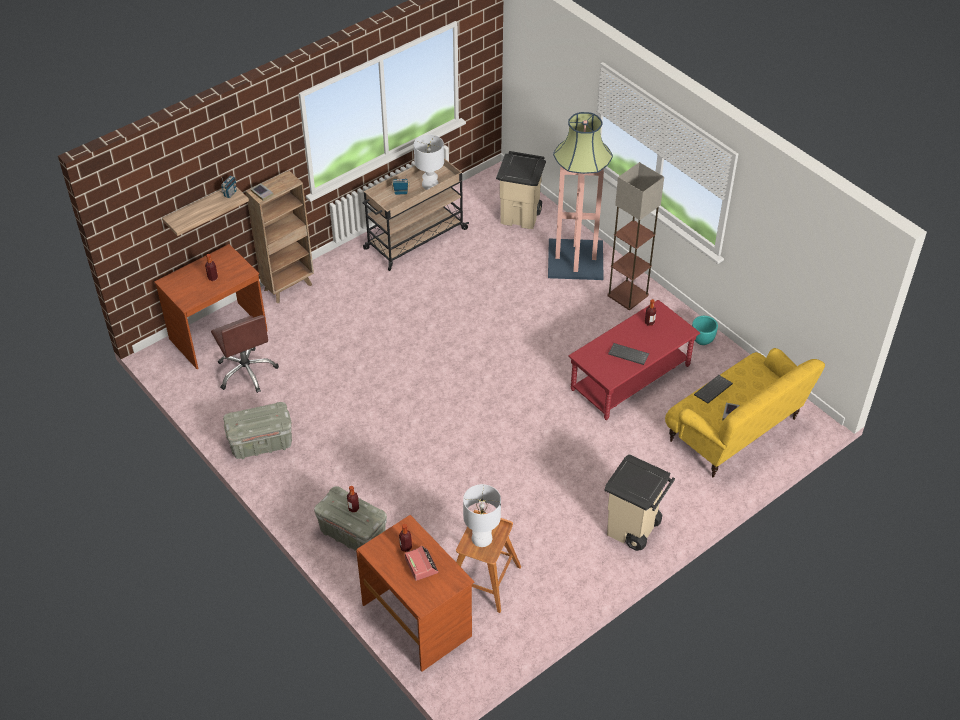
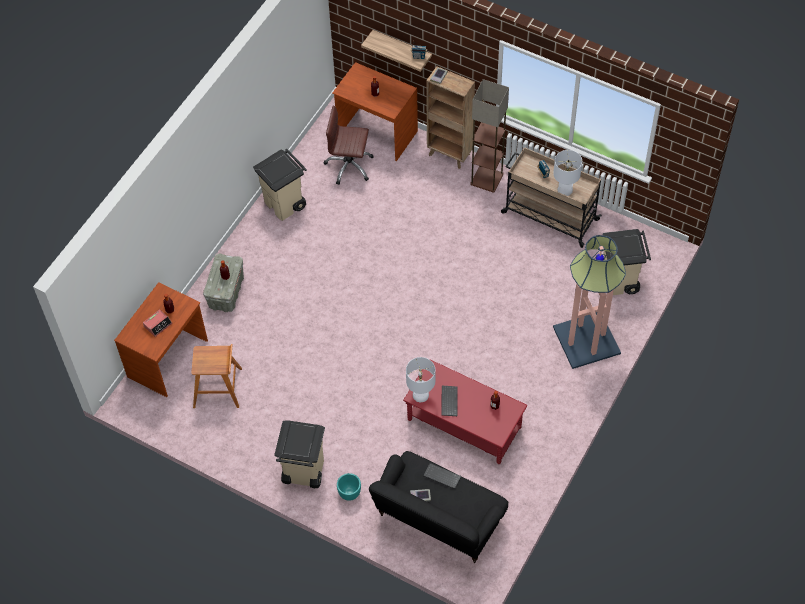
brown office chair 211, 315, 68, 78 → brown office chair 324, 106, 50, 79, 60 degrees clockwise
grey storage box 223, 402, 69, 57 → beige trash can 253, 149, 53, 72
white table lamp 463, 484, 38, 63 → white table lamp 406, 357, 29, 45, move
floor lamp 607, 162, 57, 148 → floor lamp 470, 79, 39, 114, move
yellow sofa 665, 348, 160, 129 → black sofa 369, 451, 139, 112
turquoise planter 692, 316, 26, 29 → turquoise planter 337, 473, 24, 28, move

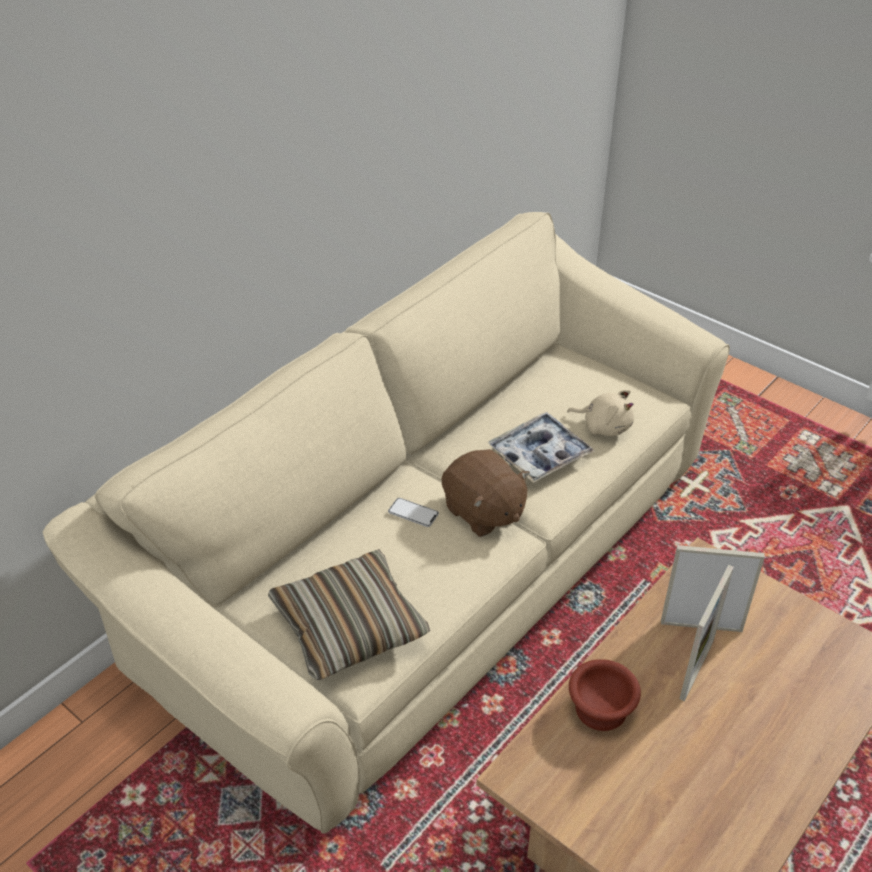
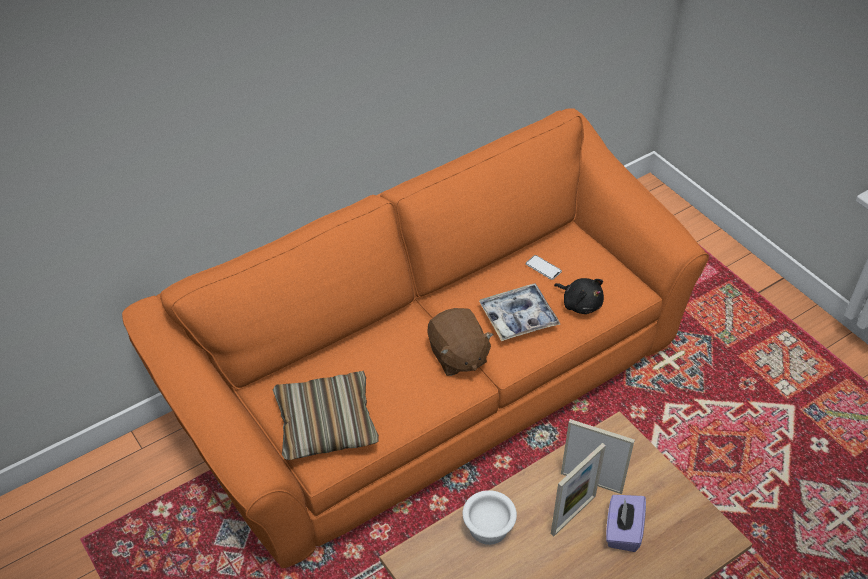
beige sofa 42, 212, 688, 622 → orange sofa 122, 108, 587, 461
phone 388, 498, 51, 29 → phone 526, 255, 36, 25, move
beige plush toy 567, 390, 67, 46 → black plush toy 554, 278, 50, 36
brown bowl 569, 659, 72, 72 → white bowl 463, 490, 54, 55
- → purple tissue box 606, 495, 40, 57

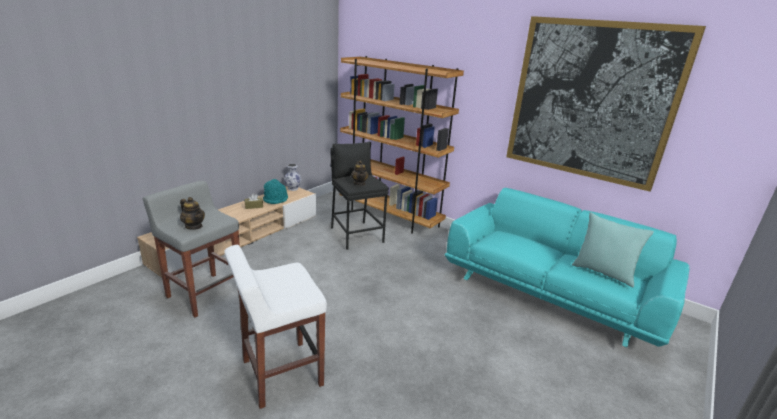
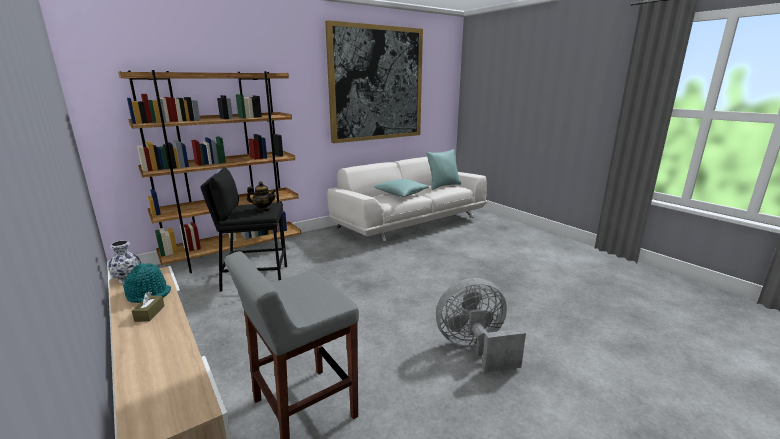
teapot 180, 197, 25, 33 → -
white stool 224, 245, 103, 164 → grey fan 436, 278, 90, 95
turquoise sofa 444, 188, 246, 159 → white sofa 327, 157, 160, 84
- → turquoise pillow 374, 179, 55, 18

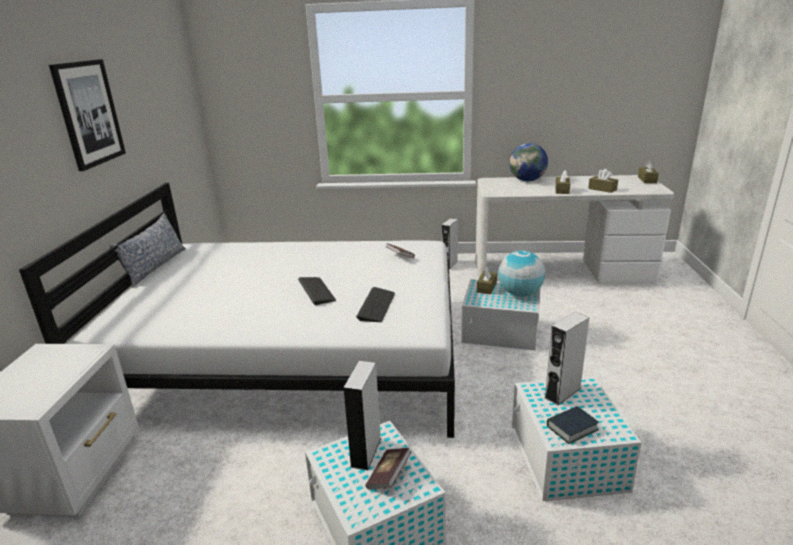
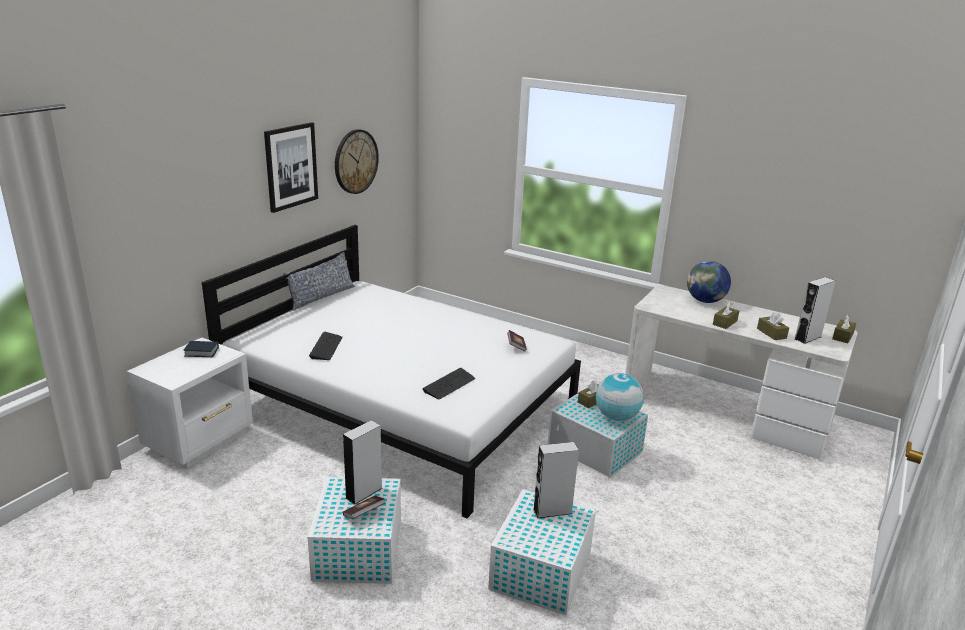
keyboard 298, 277, 38, 28 → keyboard 309, 332, 33, 28, move
grey speaker 441, 218, 17, 52 → grey speaker 795, 277, 41, 67, move
book 547, 406, 52, 38 → book 184, 341, 35, 16, move
- → wall clock 335, 129, 44, 65

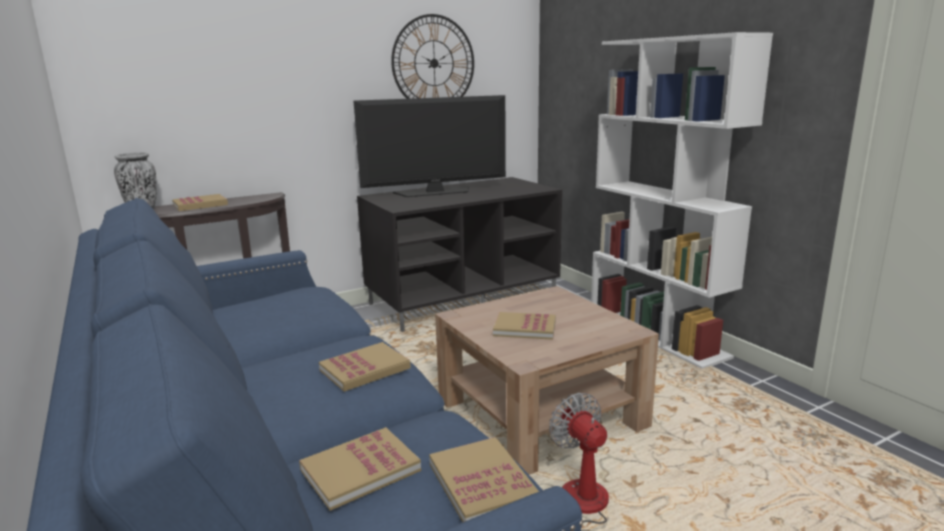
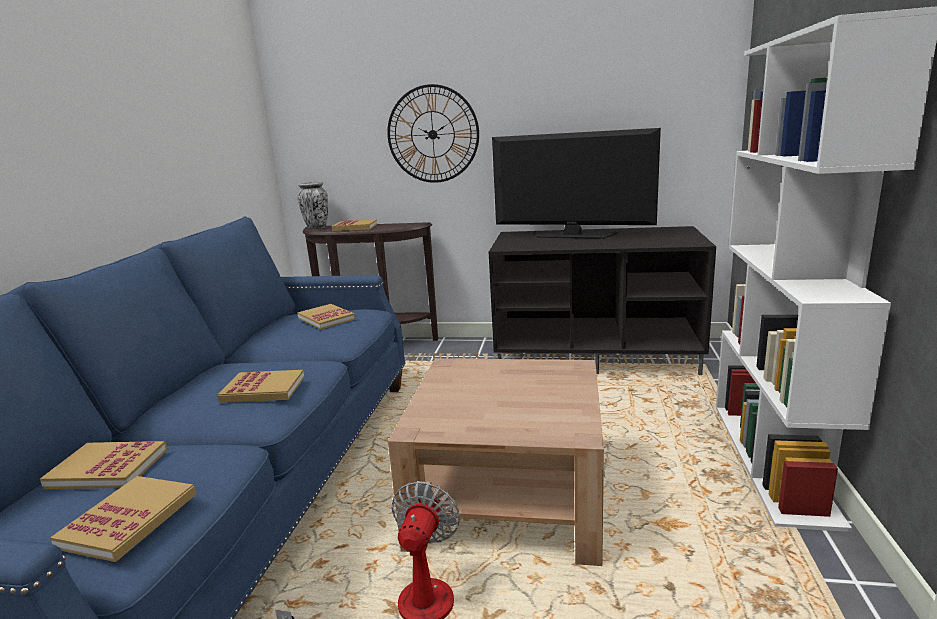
wall clock 391, 14, 83, 85 → wall clock 387, 84, 92, 99, move
book 493, 312, 63, 28 → book 297, 304, 59, 26, move

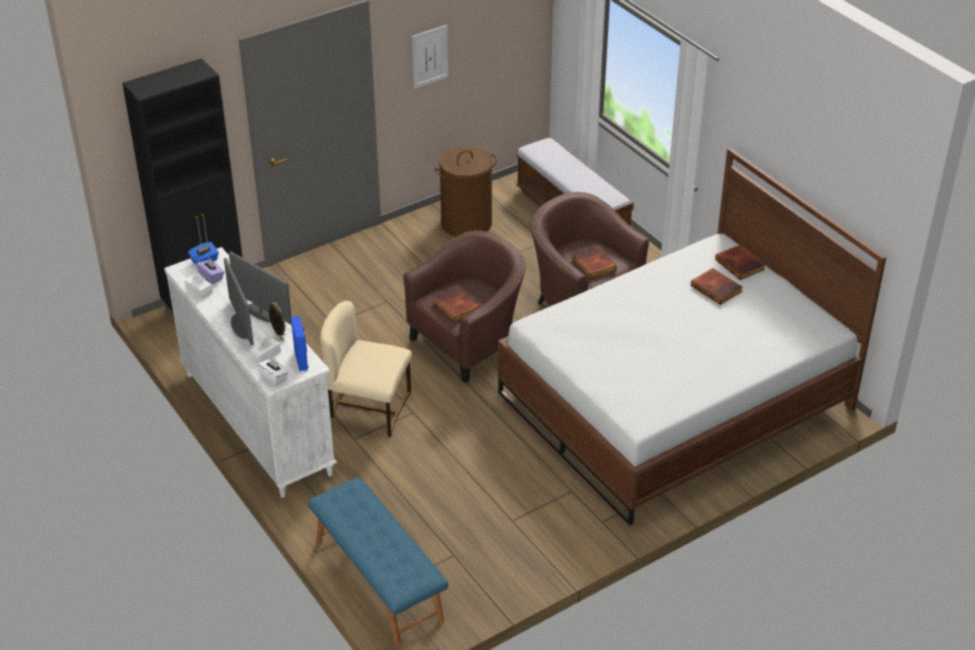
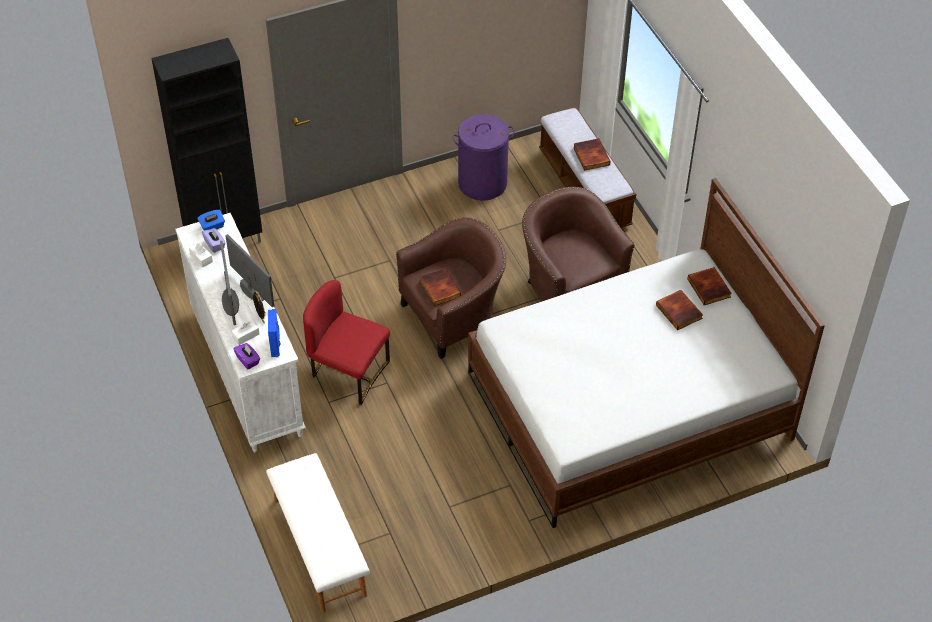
white tissue box 257, 357, 32, 29 → purple tissue box 233, 343, 27, 27
blue bench 307, 477, 141, 169 → white bench 266, 453, 104, 160
beige chair 320, 301, 92, 136 → red chair 303, 280, 87, 125
picture 412, 25, 36, 64 → -
brown laundry basket 434, 146, 63, 91 → purple laundry basket 452, 114, 62, 87
book 571, 245, 46, 34 → book 573, 138, 37, 33, move

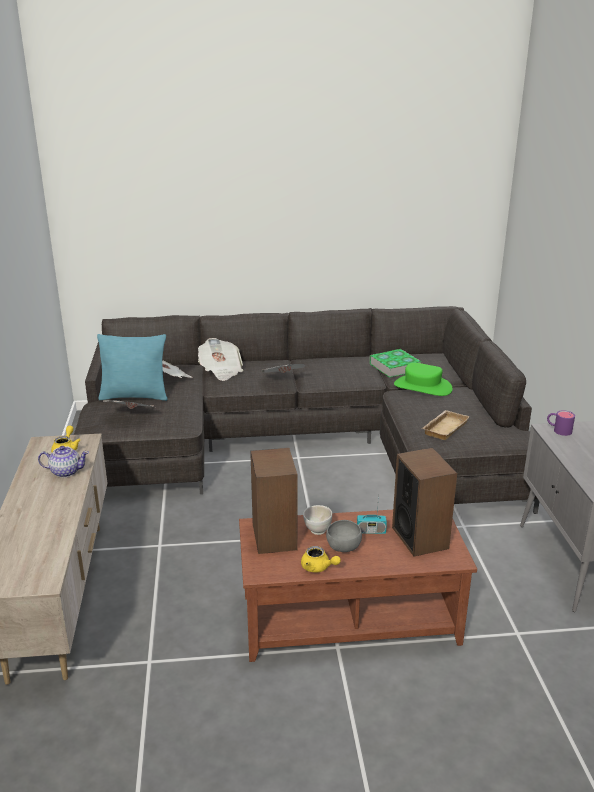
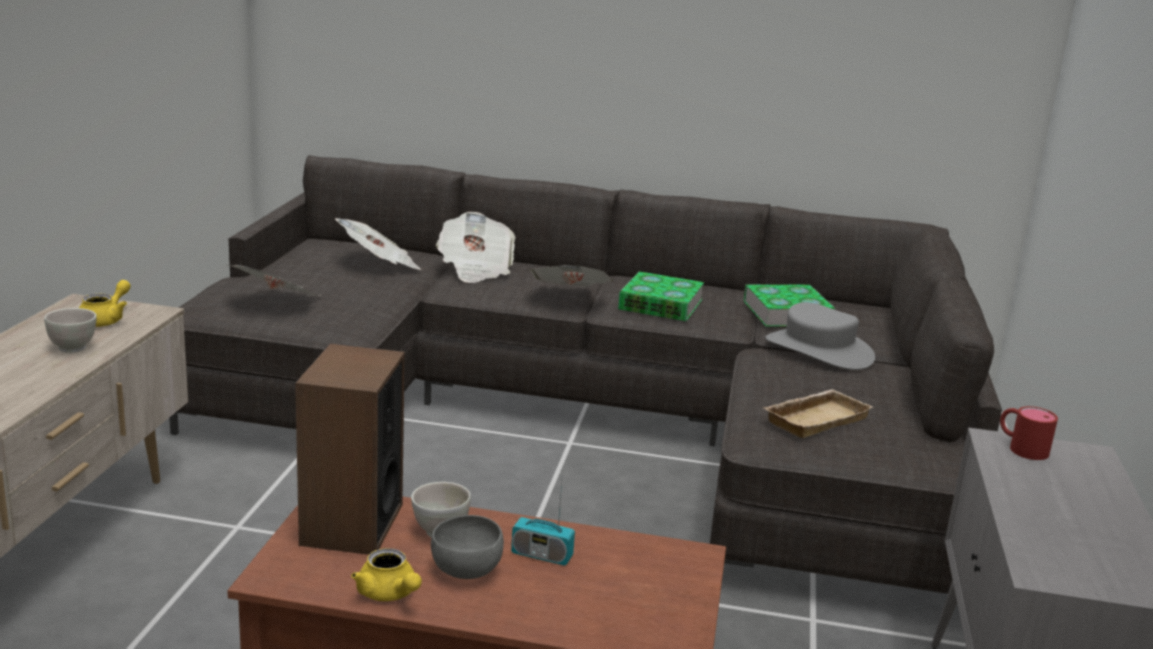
teapot 38, 446, 51, 32 → white bowl 44, 308, 53, 45
turquoise pillow 97, 334, 70, 67 → -
speaker 392, 448, 65, 108 → -
green hat 394, 363, 59, 33 → grey hat 766, 302, 109, 68
purple mug 547, 410, 28, 26 → red mug 1000, 406, 58, 54
- → book 618, 271, 86, 50

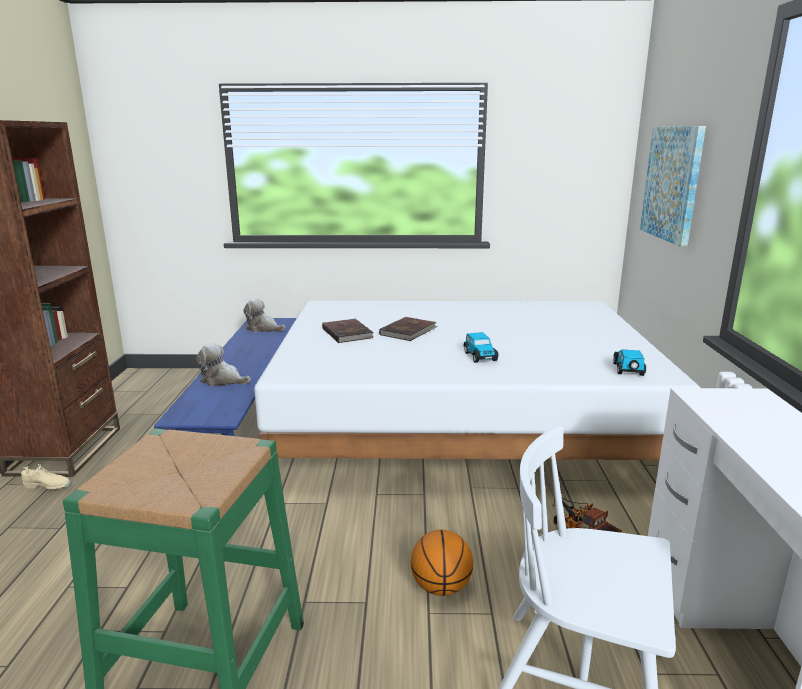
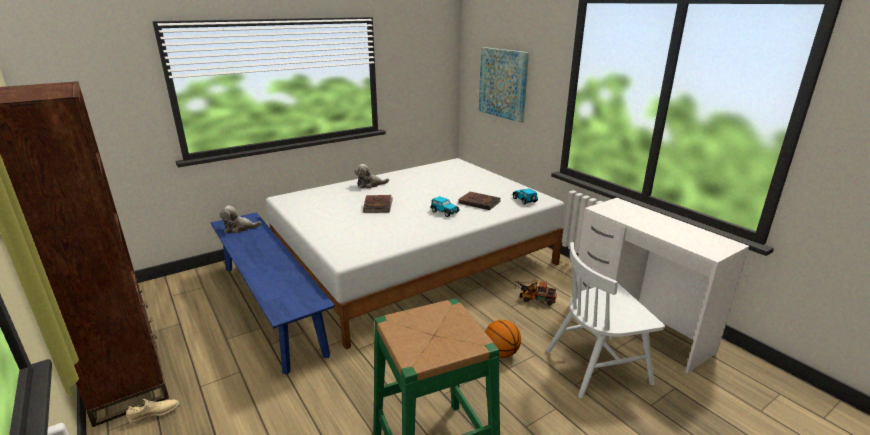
plush toy 196, 343, 55, 43 → plush toy 355, 164, 34, 24, move
brown book 322, 319, 52, 24 → brown book 458, 192, 43, 18, move

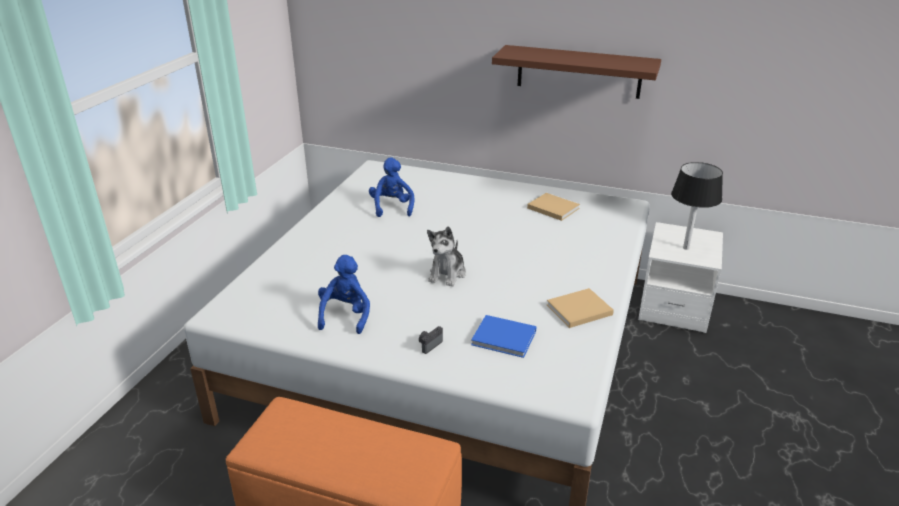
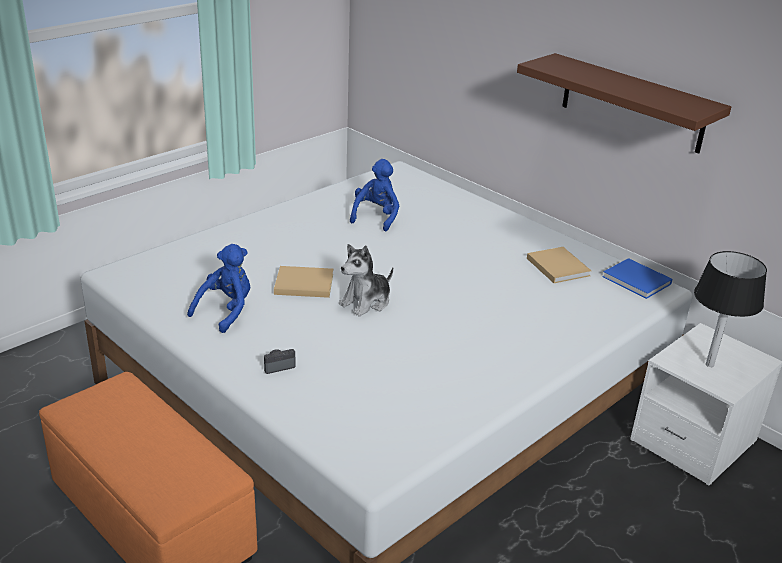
blue book 471, 315, 66, 43 → blue book 602, 258, 70, 41, move
beige book 547, 288, 67, 40 → beige book 274, 266, 59, 32, move

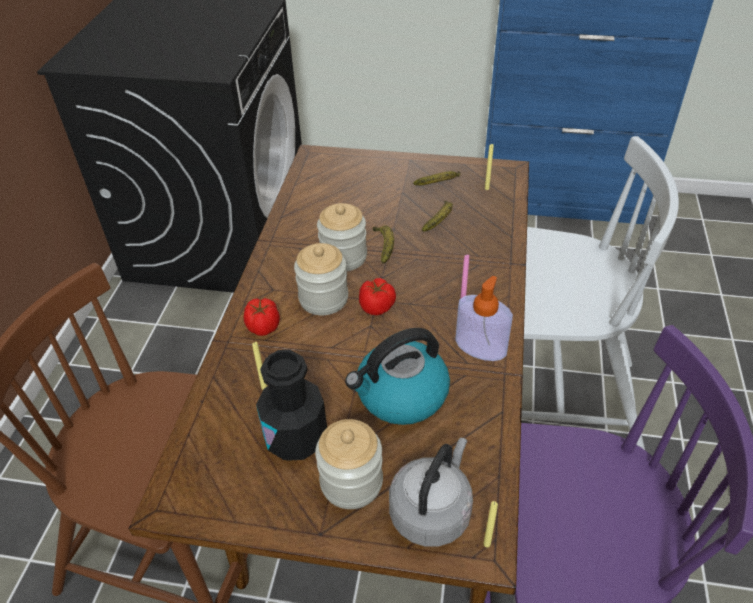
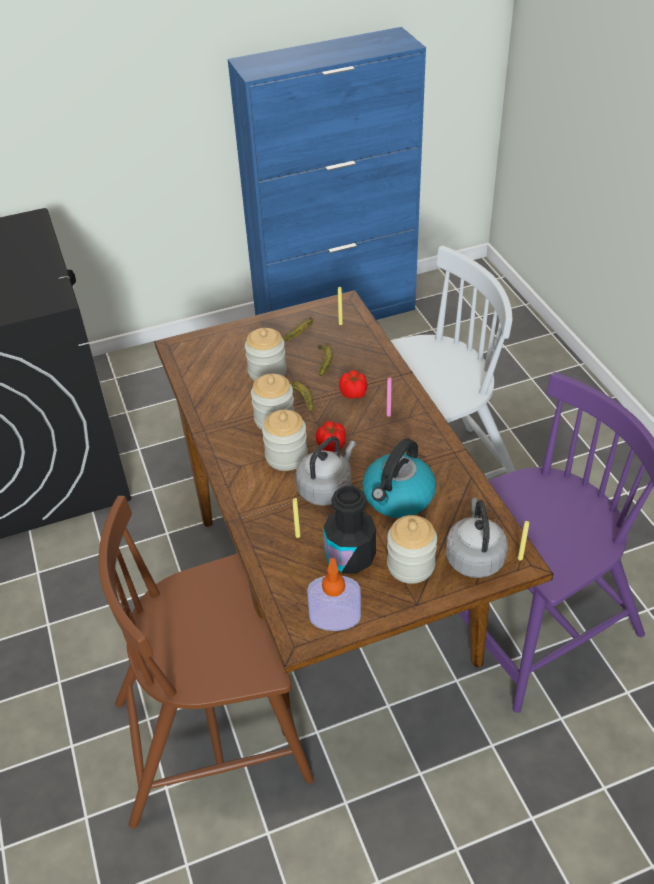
tomato 244, 298, 36, 38 → tomato 339, 370, 29, 29, move
soap dispenser 455, 276, 58, 85 → soap dispenser 307, 558, 54, 73, move
- → jar 245, 328, 42, 53
- → grey kettle 296, 436, 60, 70

